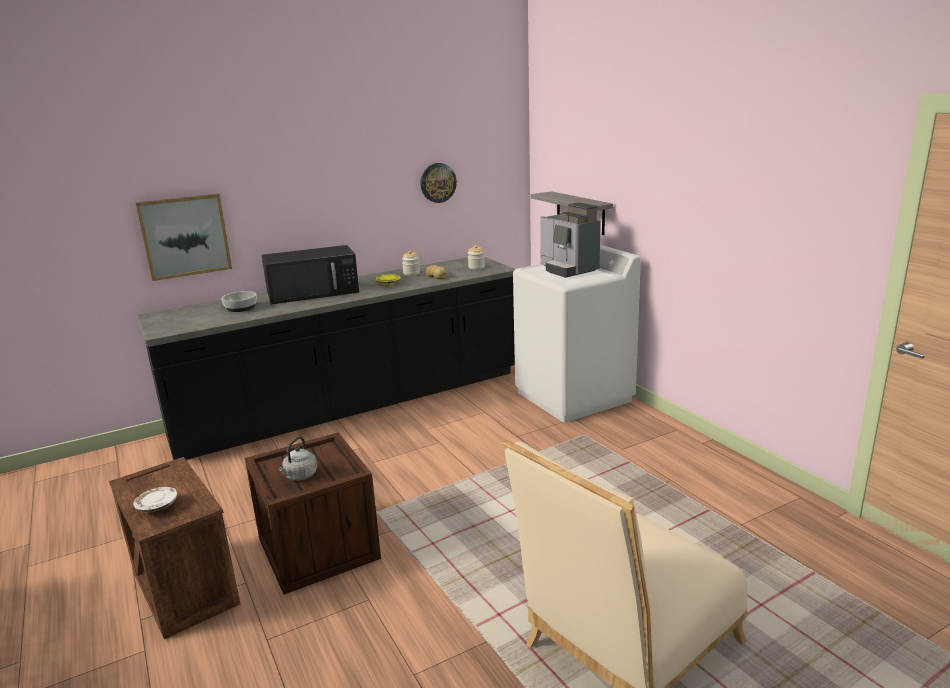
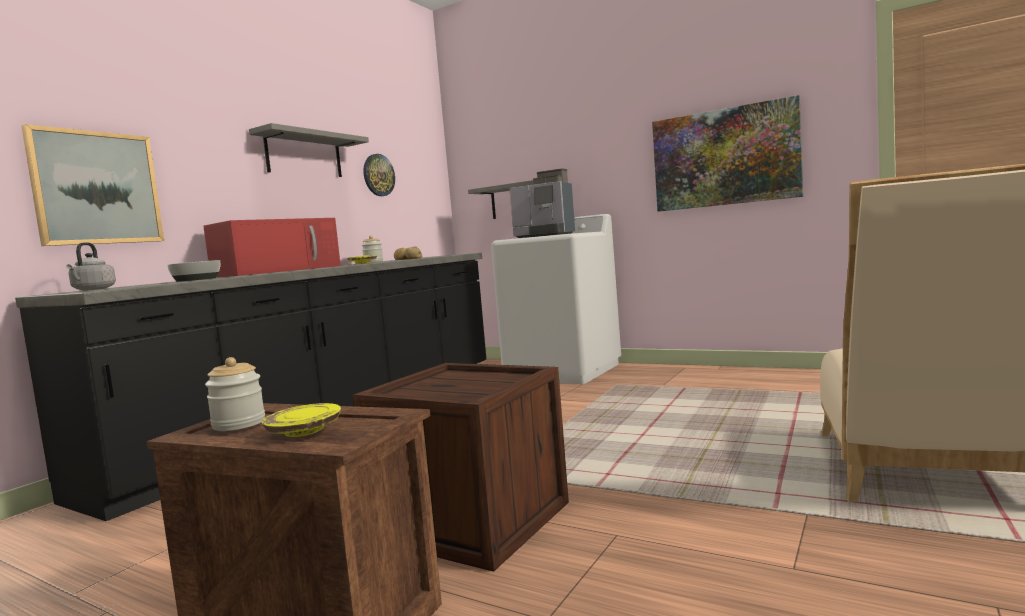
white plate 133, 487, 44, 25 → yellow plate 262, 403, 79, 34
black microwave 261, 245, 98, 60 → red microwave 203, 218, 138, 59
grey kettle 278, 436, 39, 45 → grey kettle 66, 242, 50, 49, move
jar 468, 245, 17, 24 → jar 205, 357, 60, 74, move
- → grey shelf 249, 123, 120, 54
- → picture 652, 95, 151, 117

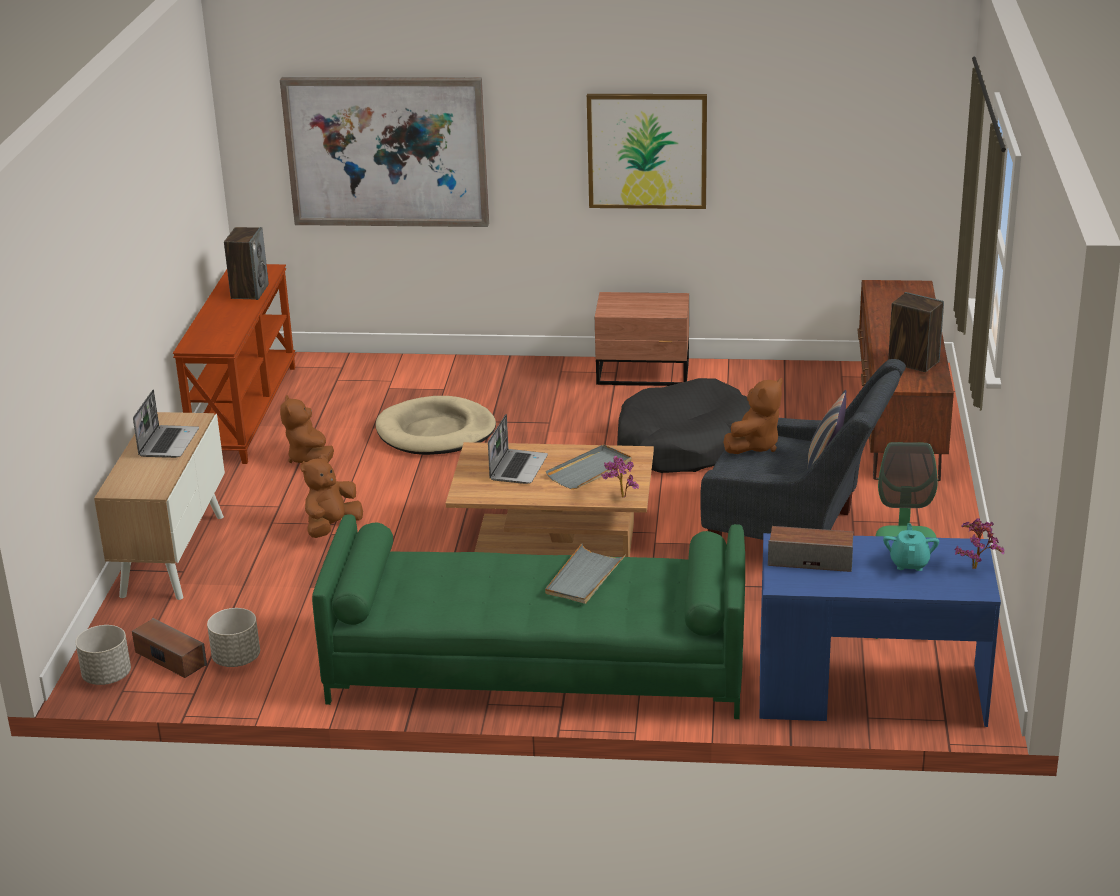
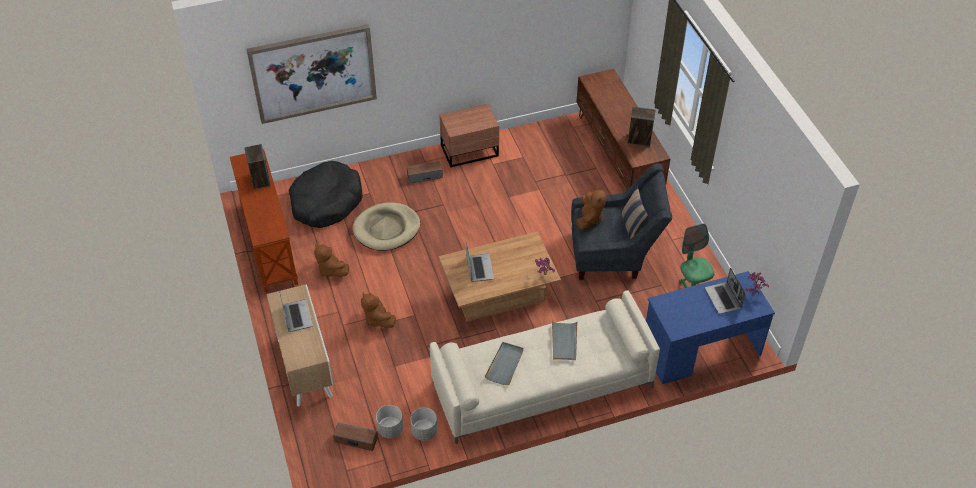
grey planter 76, 625, 55, 60 → grey planter 411, 407, 27, 34, move
brown plush toy 300, 454, 63, 84 → brown plush toy 361, 292, 35, 36, 45 degrees counterclockwise
green sofa 312, 514, 433, 205 → beige sofa 430, 290, 230, 154
grey tray 546, 444, 86, 45 → grey tray 485, 342, 39, 43, move
picture 587, 94, 120, 115 → -
black dog bed 617, 378, 133, 95 → black dog bed 289, 161, 74, 67, move
speaker 768, 526, 85, 46 → speaker 407, 161, 36, 23, move
turquoise teapot 883, 523, 56, 48 → laptop 705, 267, 41, 47

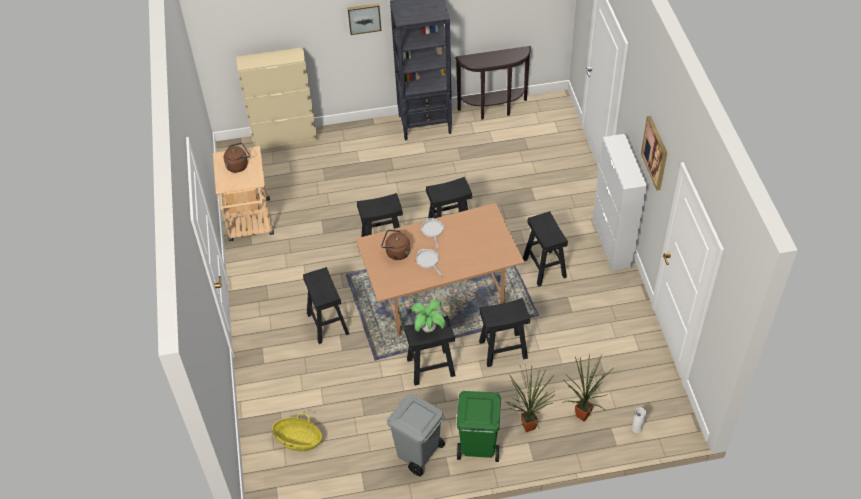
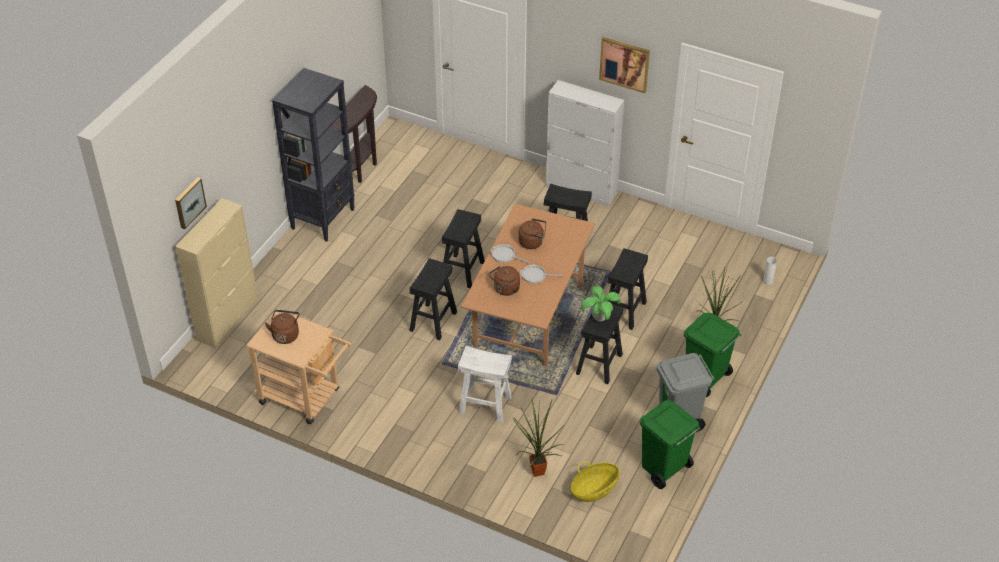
black stool 303, 267, 46, 77 → white stool 458, 346, 54, 77
picture 348, 3, 33, 32 → picture 175, 177, 32, 52, move
potted plant 563, 354, 50, 67 → potted plant 512, 398, 52, 79, move
- → brown kettle 518, 218, 28, 31
- → green trash can 640, 400, 60, 89

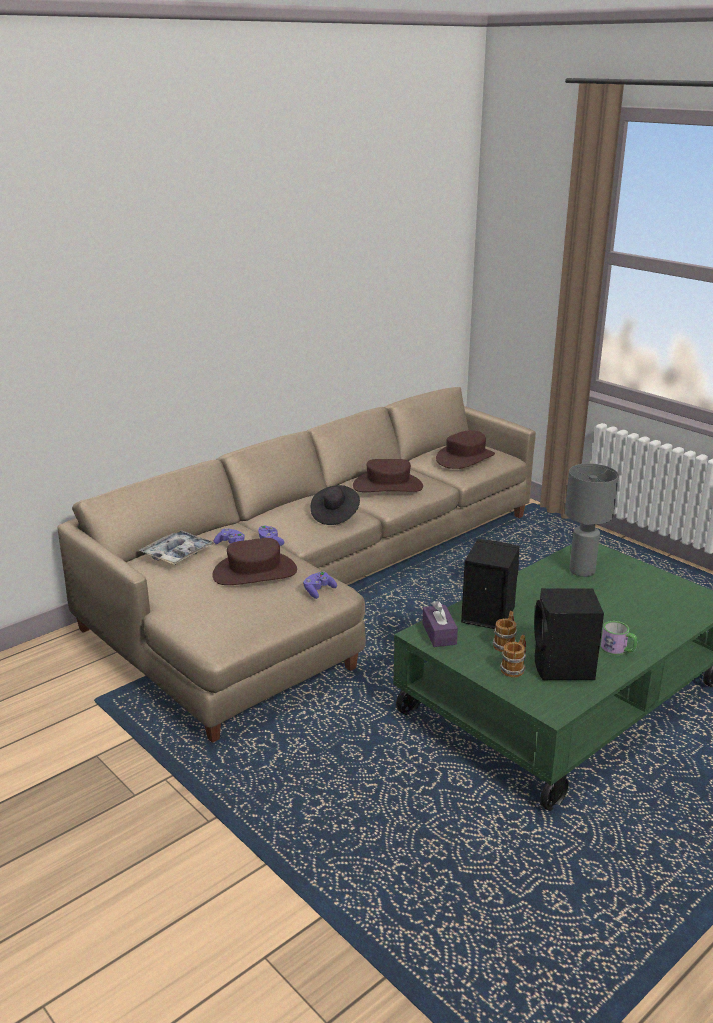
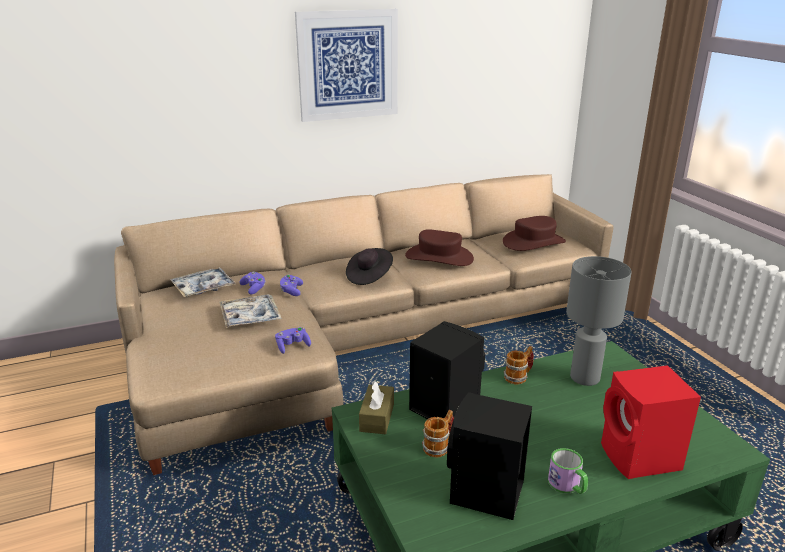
brown hat 212, 538, 85, 47 → tray 219, 294, 63, 34
purple tissue box 422, 601, 36, 46 → brown tissue box 359, 381, 35, 53
mug 500, 635, 26, 42 → mug 504, 346, 30, 38, move
- → picture 295, 9, 103, 113
- → red speaker 601, 365, 100, 114

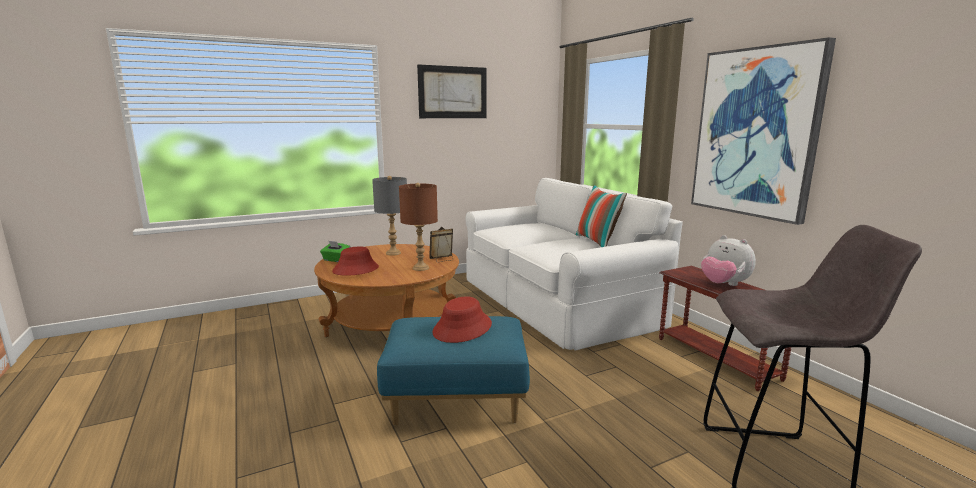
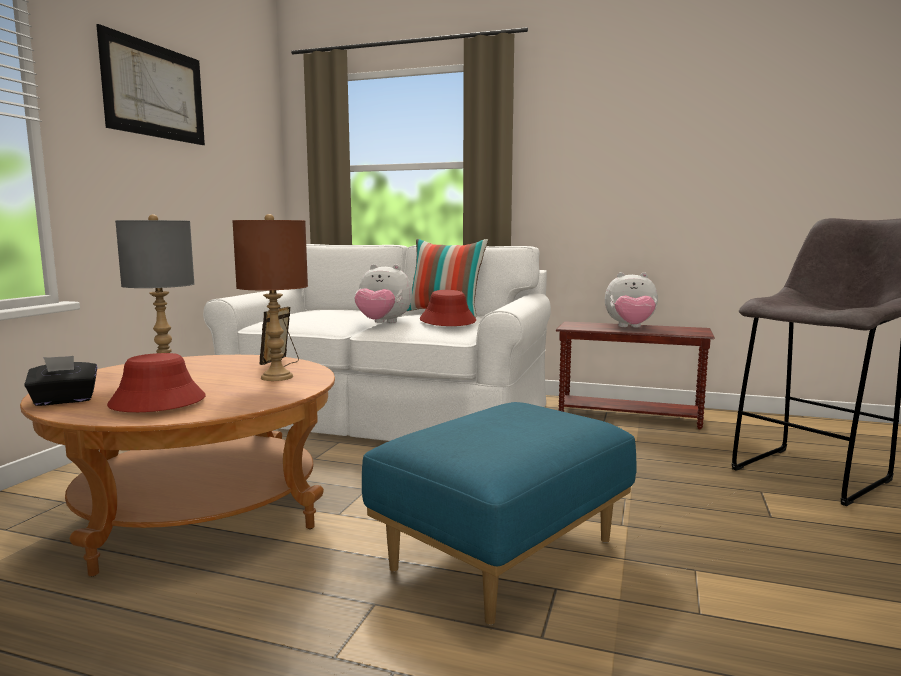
green tissue box 320, 241, 31, 21 → black tissue box 24, 356, 73, 50
red hat 432, 296, 60, 47 → red hat 420, 290, 56, 36, move
picture 691, 37, 145, 188 → -
- → plush toy 354, 264, 58, 59

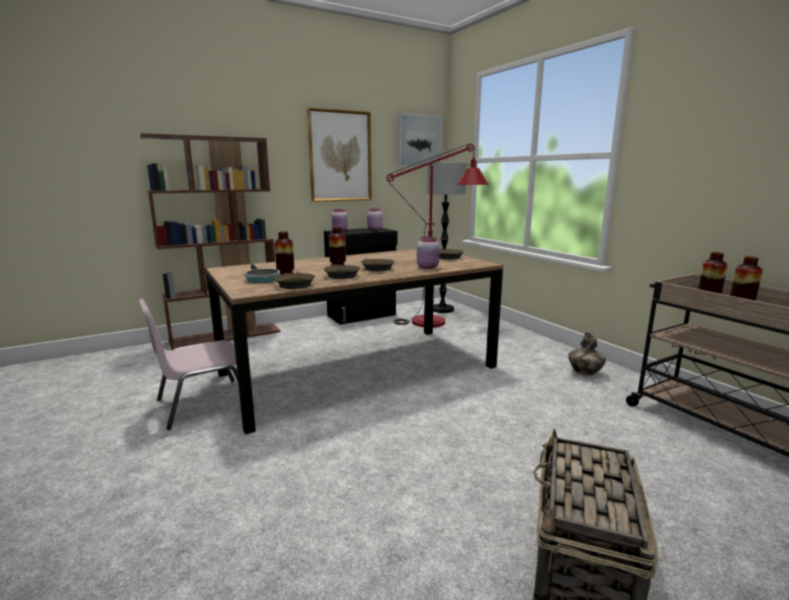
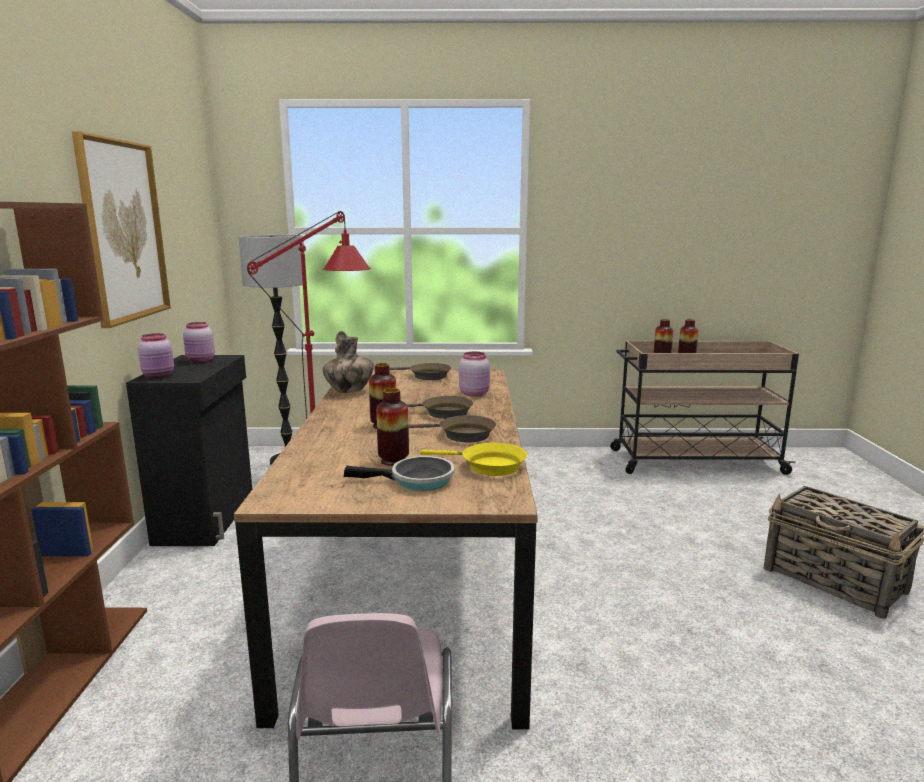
brown frying pan 274, 271, 41, 18 → yellow frying pan 420, 443, 107, 33
picture 398, 113, 44, 55 → -
vase 568, 332, 38, 43 → vase 323, 331, 51, 62, move

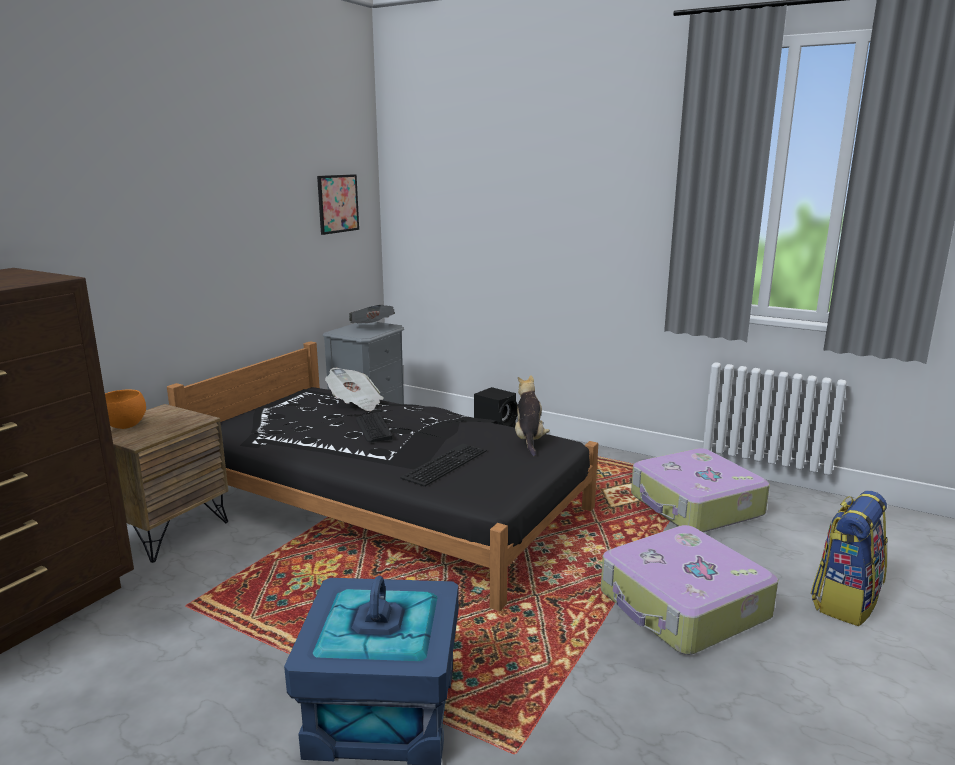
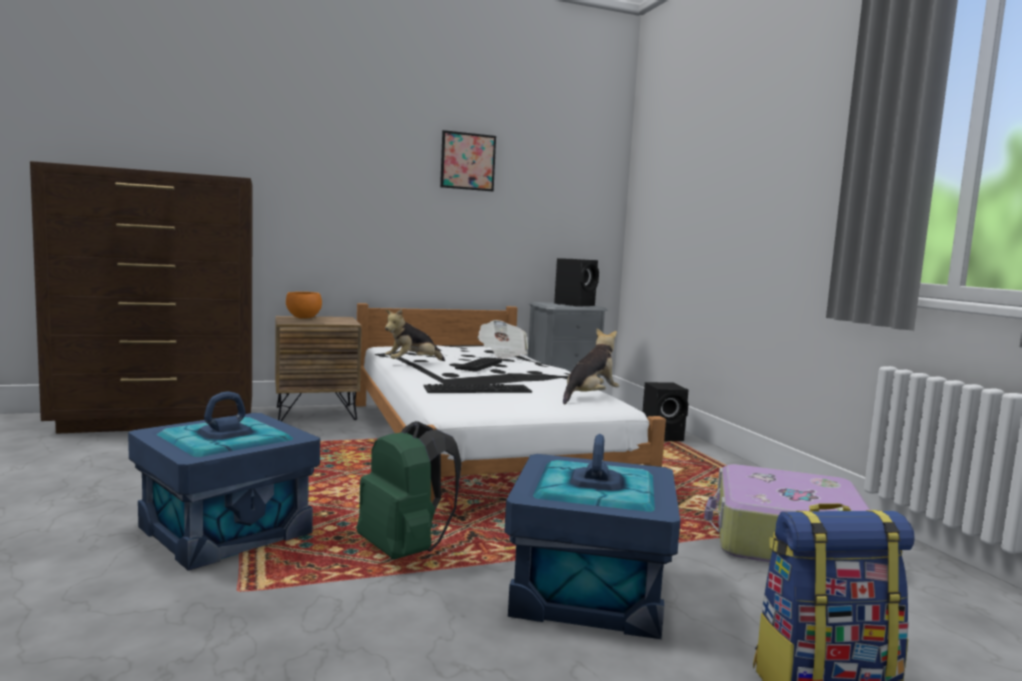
black bed 167, 341, 431, 270 → white bed 355, 303, 311, 218
picture 317, 174, 42, 61 → picture 440, 130, 56, 61, move
newspaper 349, 305, 46, 18 → black speaker 554, 258, 45, 48
suitcase 601, 525, 177, 130 → blue storage box 504, 434, 176, 205
- → green backpack 357, 421, 105, 139
- → plush toy 385, 309, 60, 52

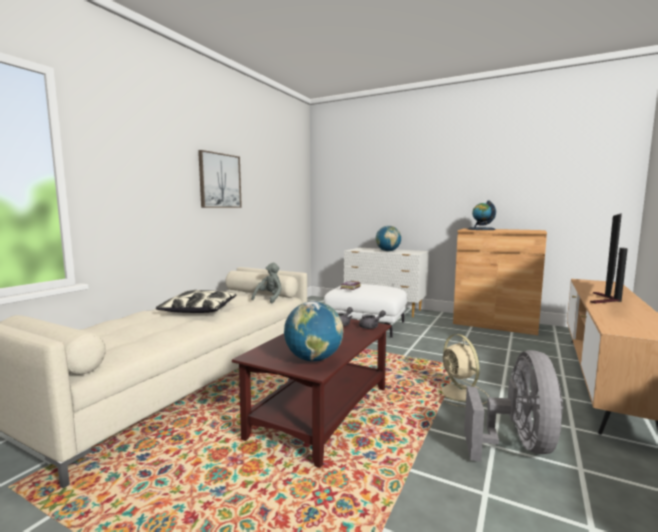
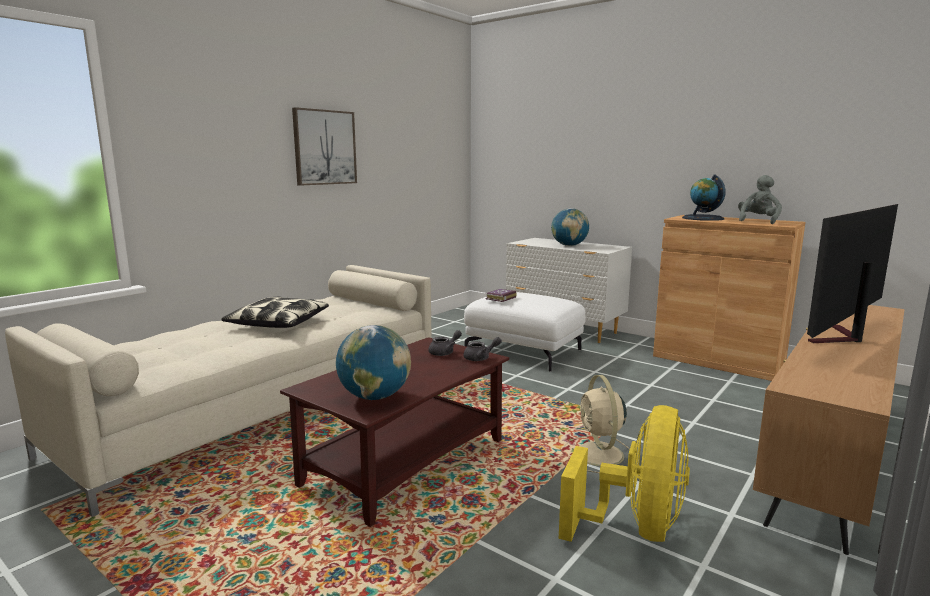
grey plush toy 251, 263, 31, 41 → grey plush toy 738, 175, 44, 49, move
grey fan 464, 350, 100, 112 → yellow fan 559, 405, 131, 137

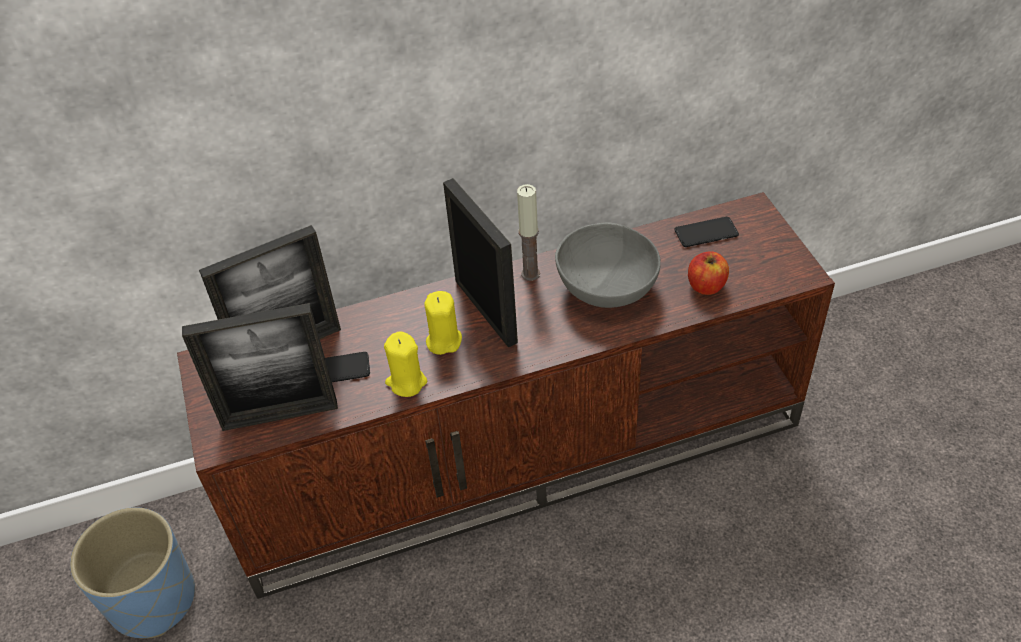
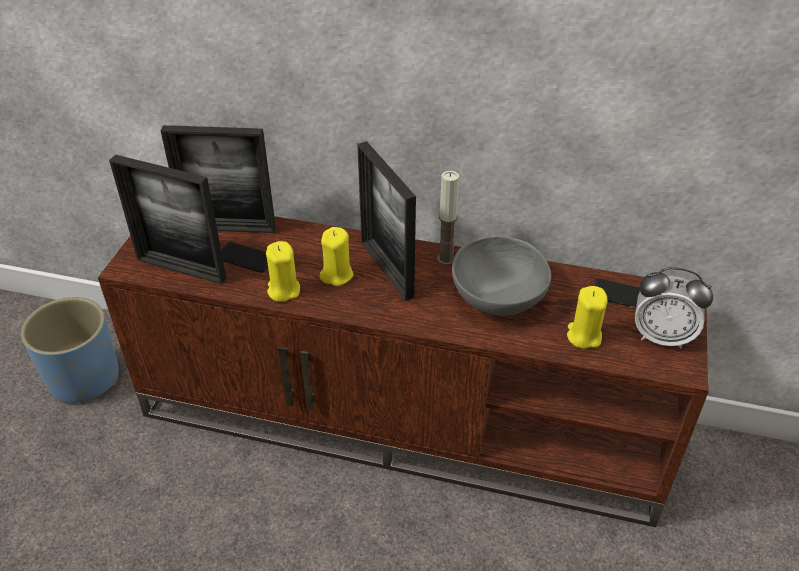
picture frame 443, 178, 75, 170 → picture frame 357, 141, 59, 160, 150 degrees clockwise
apple 688, 251, 41, 44 → yellow candle 567, 286, 41, 63
- → alarm clock 635, 267, 78, 82

